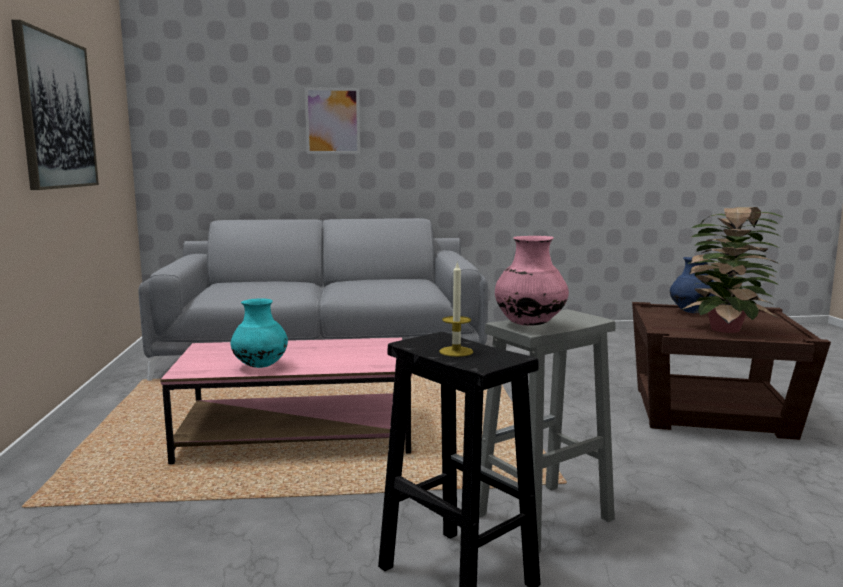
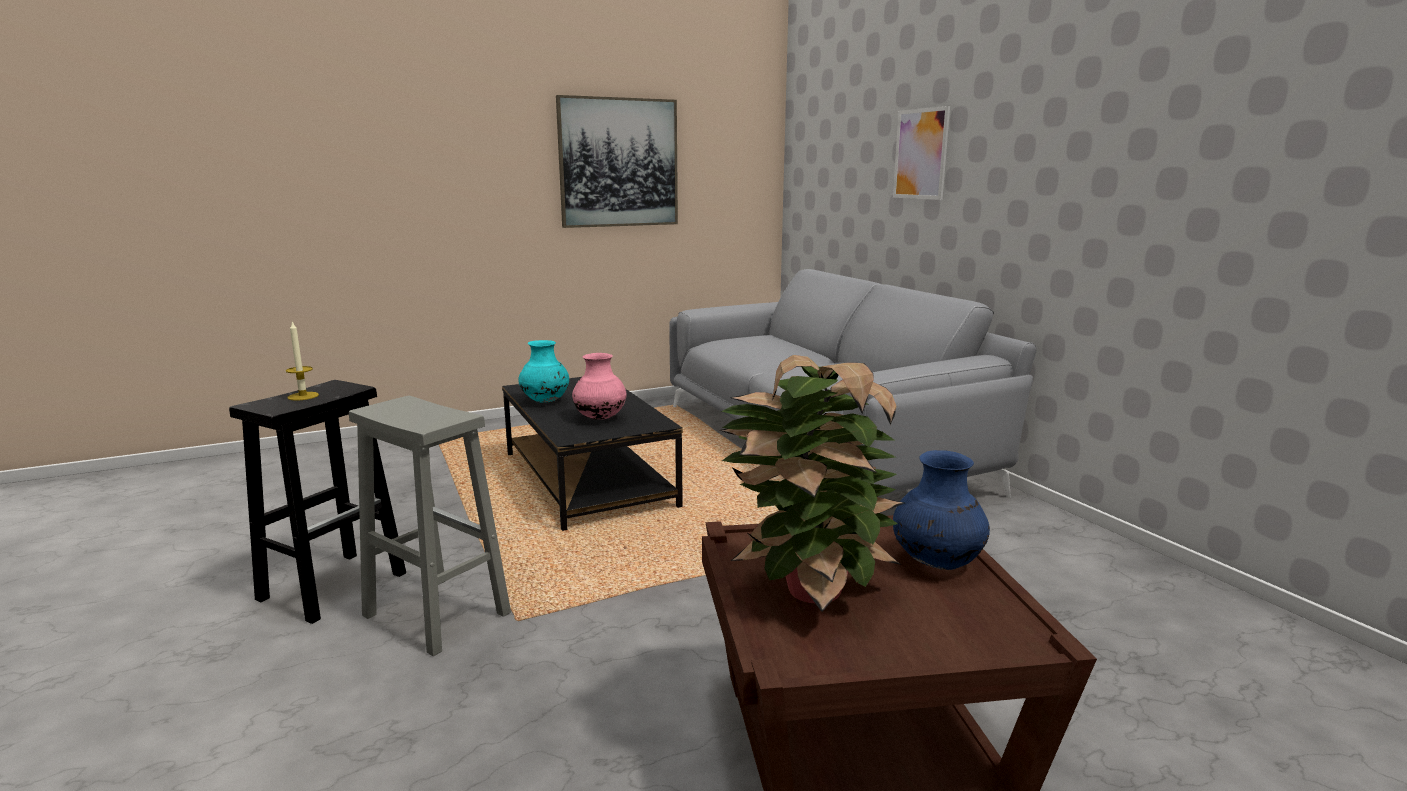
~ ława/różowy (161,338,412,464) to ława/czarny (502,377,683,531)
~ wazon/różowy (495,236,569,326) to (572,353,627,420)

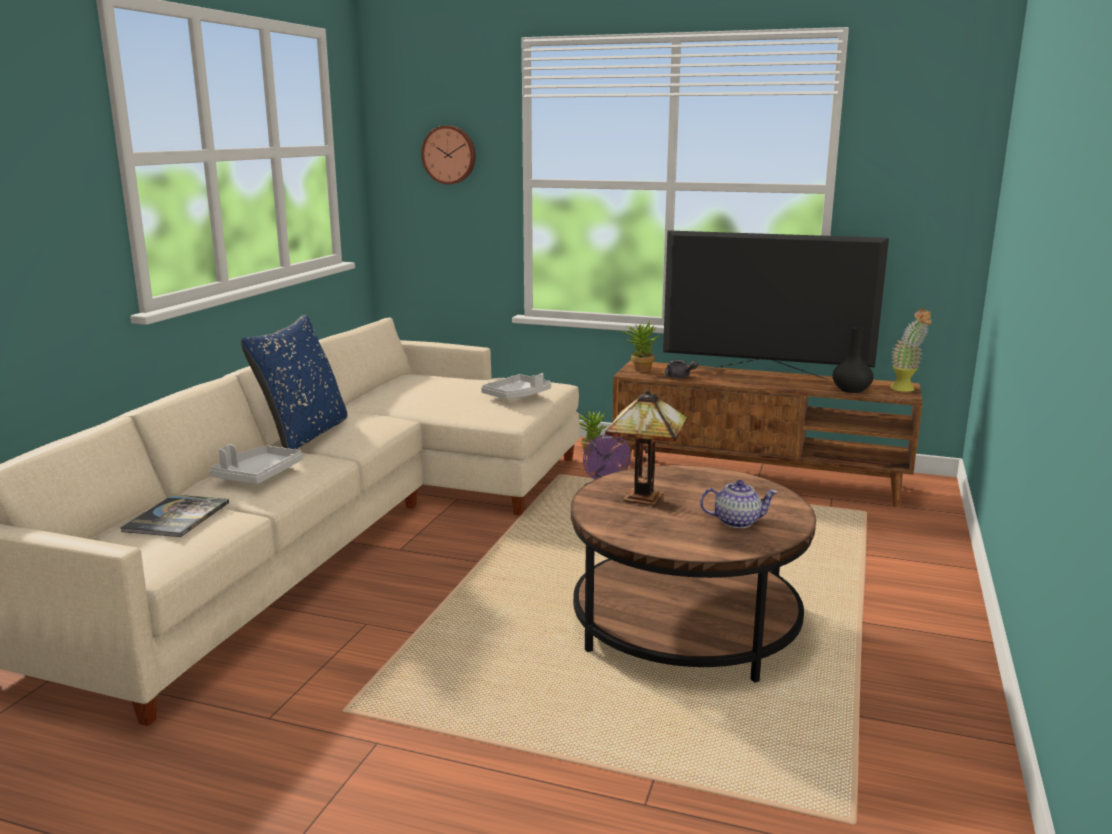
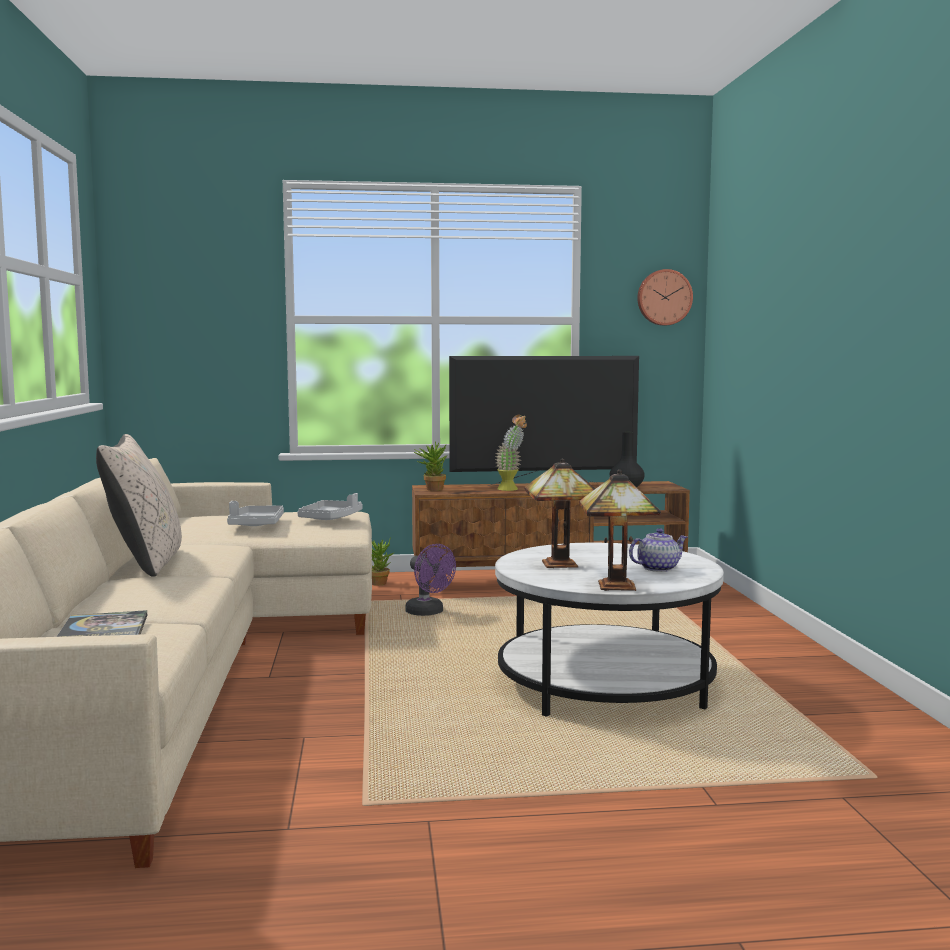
~ poduszka/niebieski (241,315,347,449) to poduszka/beżowy (96,434,182,577)
~ taca/szary (210,444,303,484) to (227,501,284,526)
~ roślina doniczkowa (890,309,932,392) to (495,415,527,491)
~ ława/brązowy (571,465,816,683) to ława/biały (495,543,724,717)
+ lampa stołowa (579,469,661,591)
~ zegar ścienny (421,125,476,185) to (637,269,693,326)
- imbryk/szary (665,360,698,378)

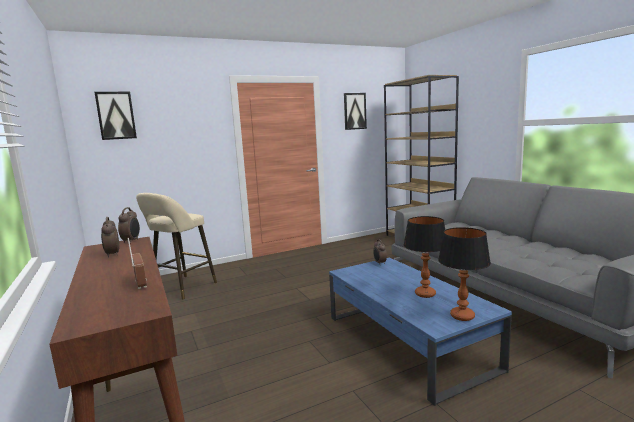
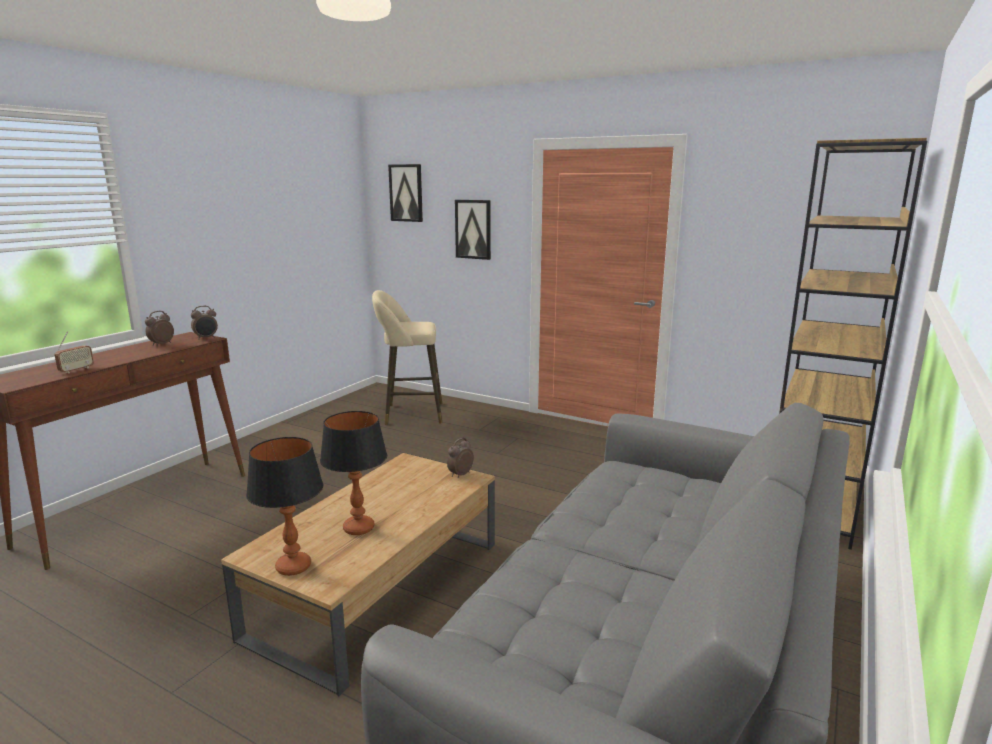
~ ława/niebieski (329,258,512,406) to ława/brązowy (221,453,495,696)
~ obraz (344,93,367,130) to (455,200,491,260)

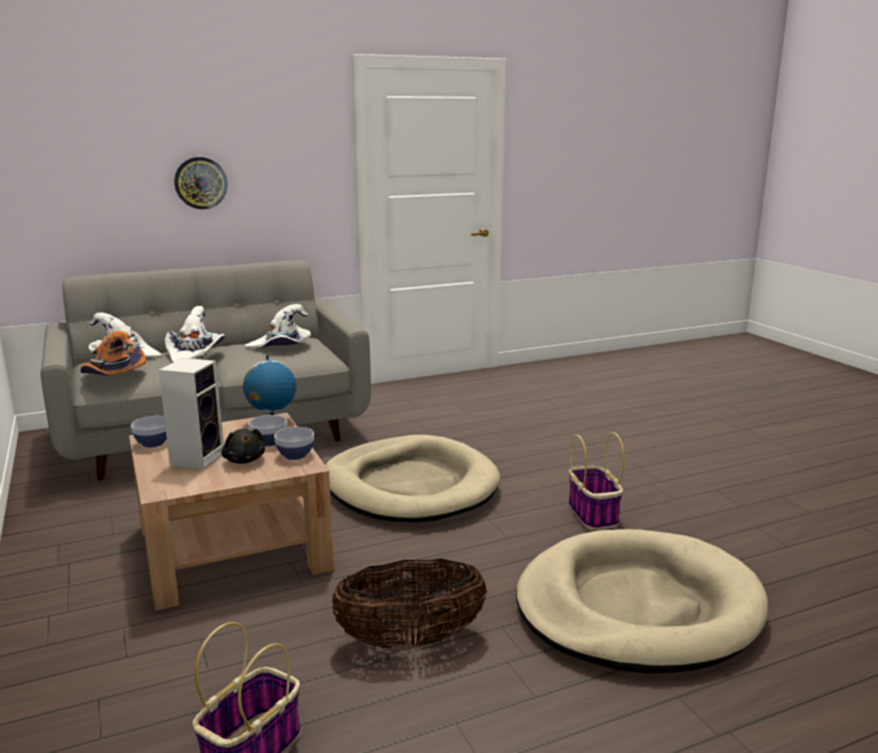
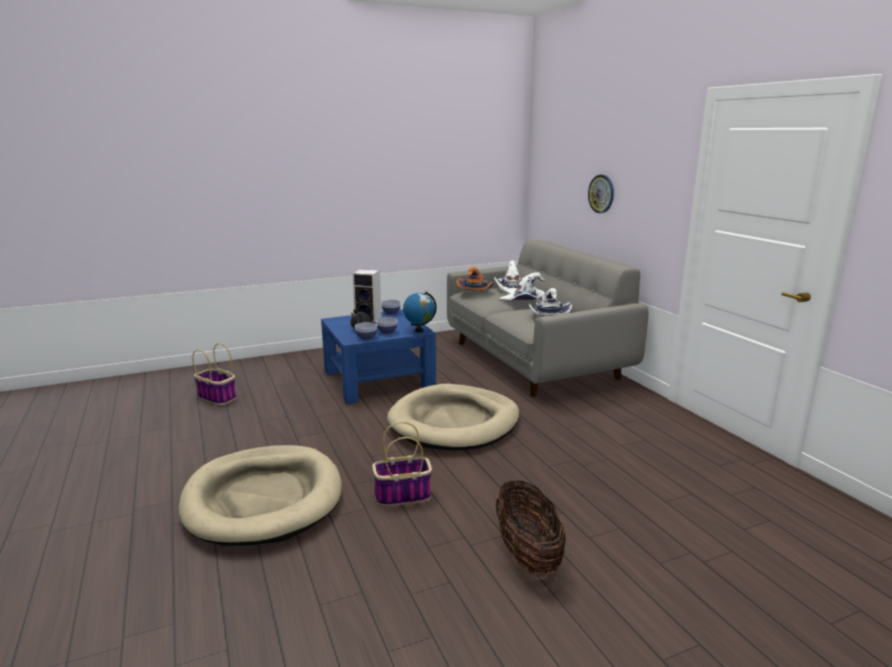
~ ława/brązowy (129,413,334,611) to ława/niebieski (321,309,436,404)
~ koszyk (331,558,487,648) to (496,480,566,575)

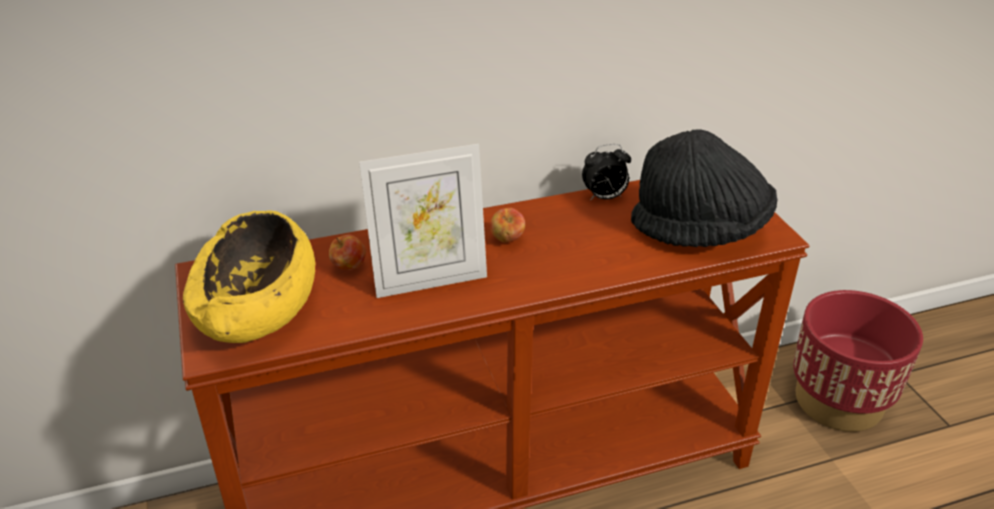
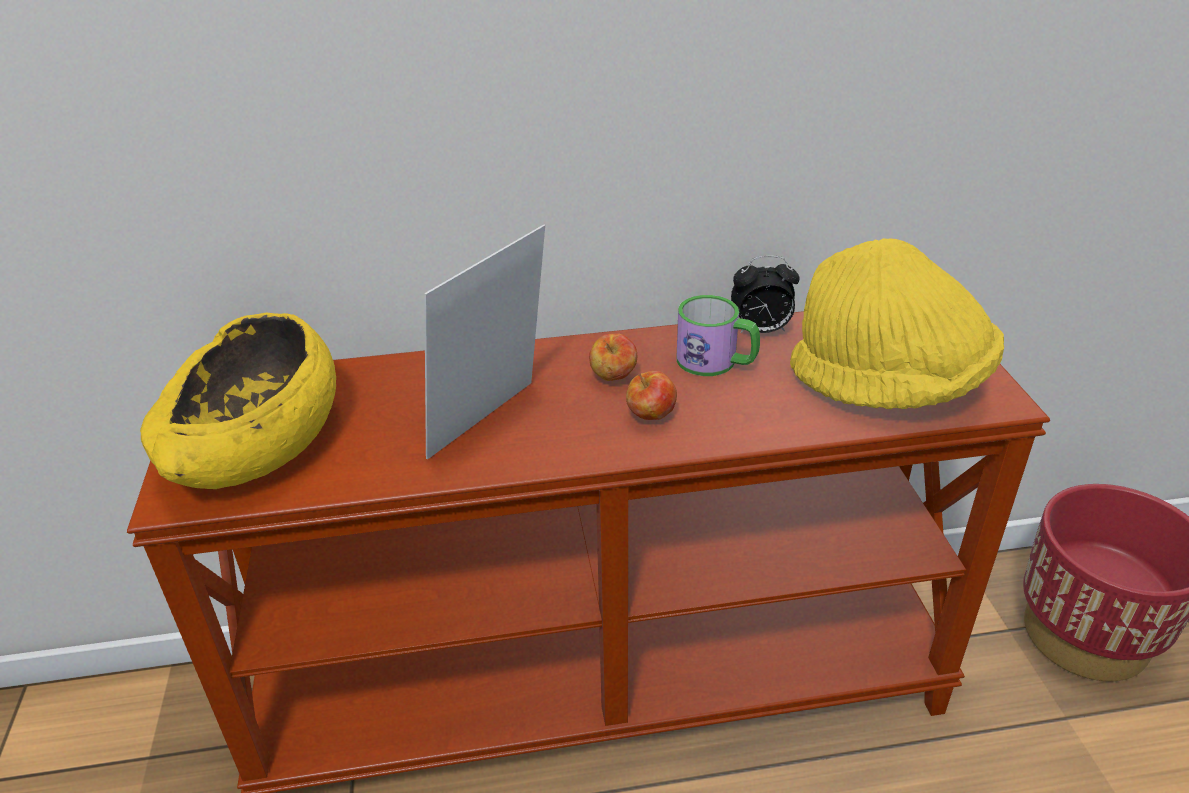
~ ramka na zdjęcie (359,144,487,298) = (424,225,545,460) 135 degrees clockwise
~ jabłko (329,234,366,270) to (626,371,677,420)
+ kubek (676,295,760,376)
~ kapelusz/czarny (631,129,777,247) to kapelusz/żółty (790,238,1004,409)

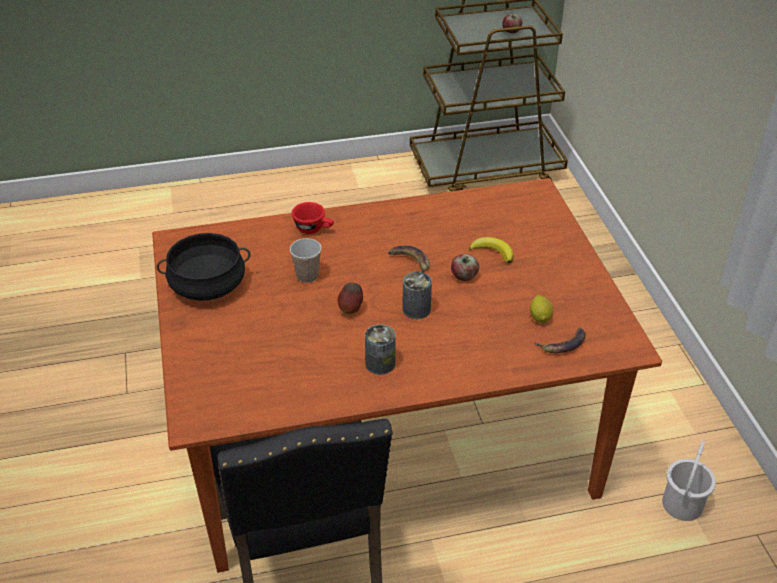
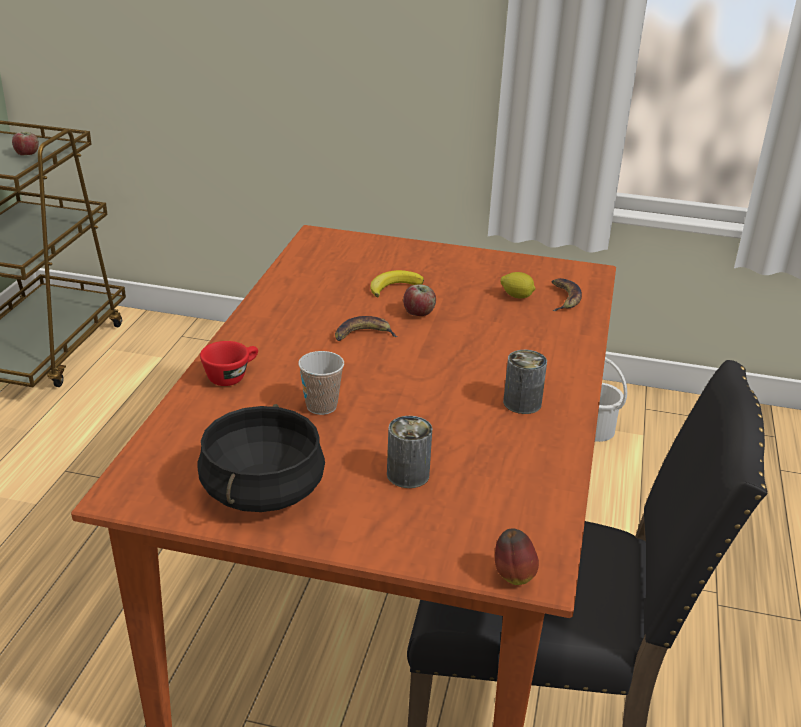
~ puszka (402,272,432,319) to (387,416,432,488)
~ jabłko (338,283,363,315) to (495,529,539,585)

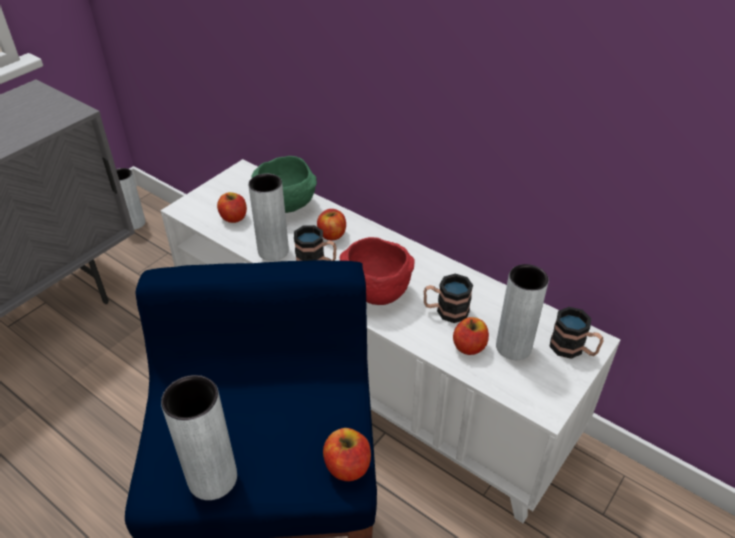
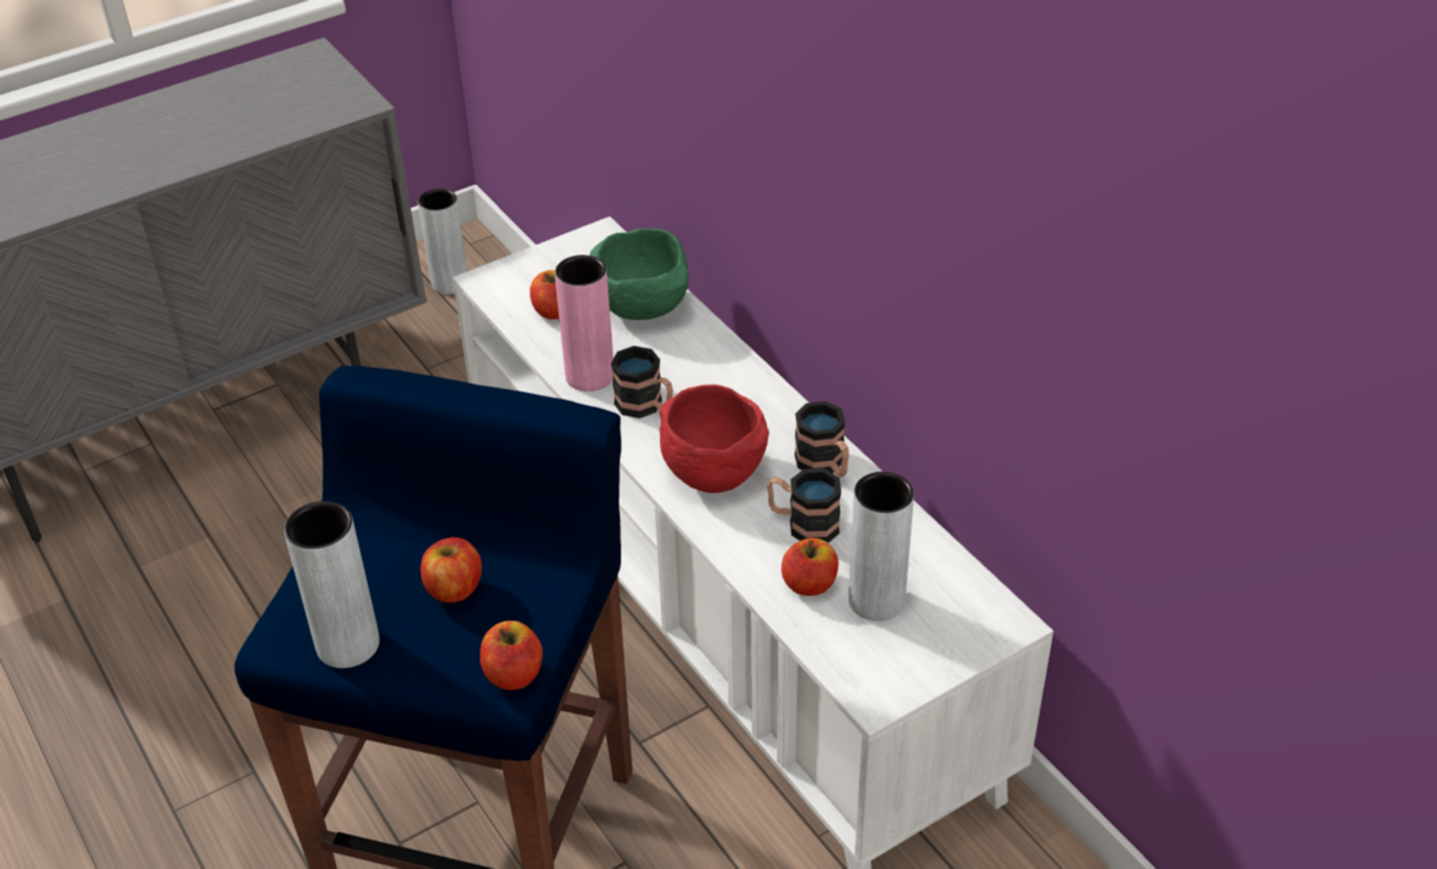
~ jabłko (317,209,346,240) to (421,537,482,603)
~ wazon/szary (248,173,289,261) to wazon/różowy (555,255,613,392)
~ kubek (549,307,603,359) to (795,401,849,477)

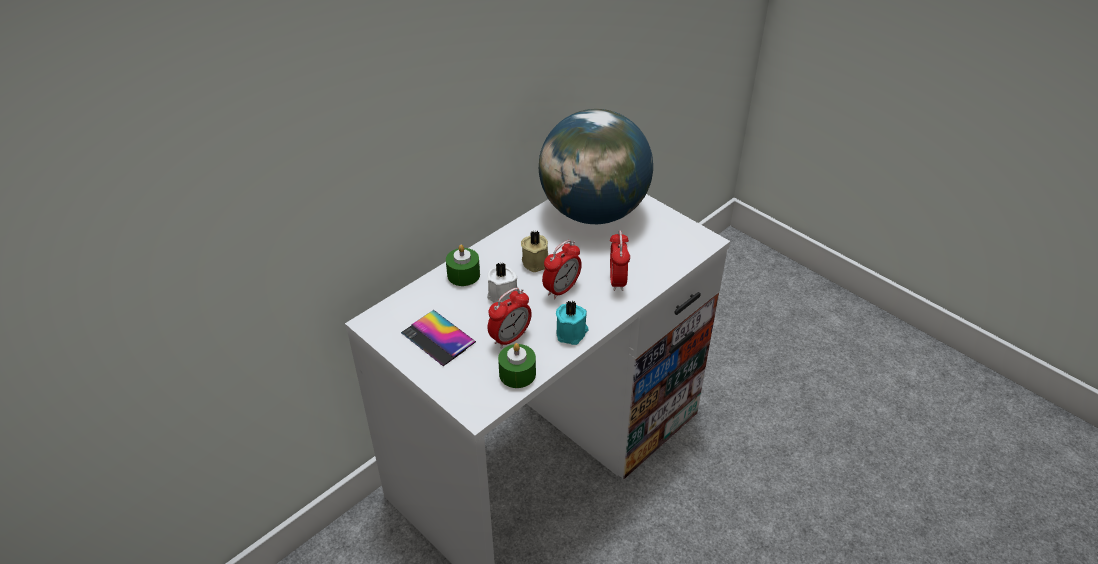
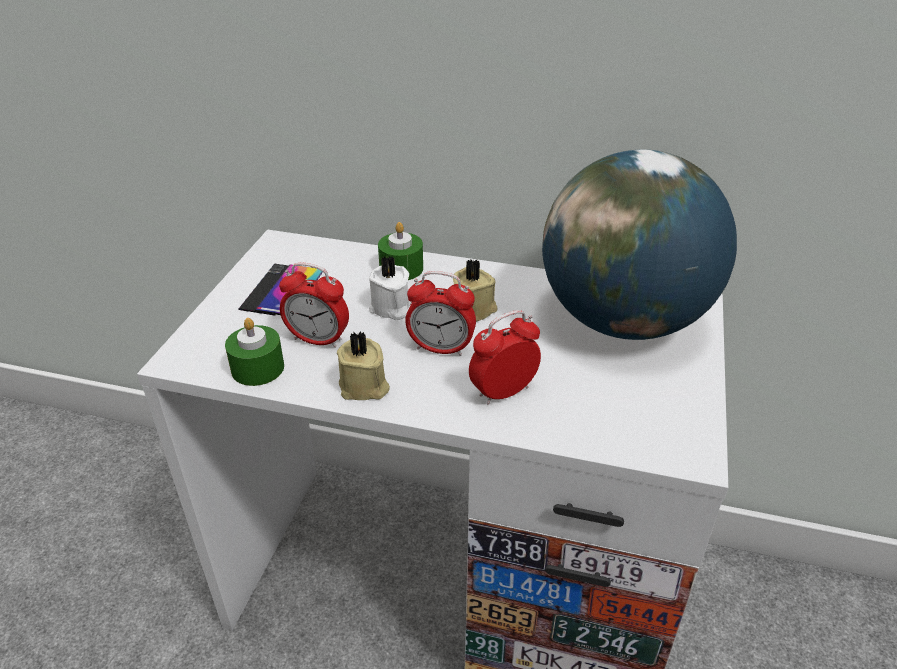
~ świeca/turkusowy (556,300,589,345) to świeca/beżowy (337,331,390,400)

